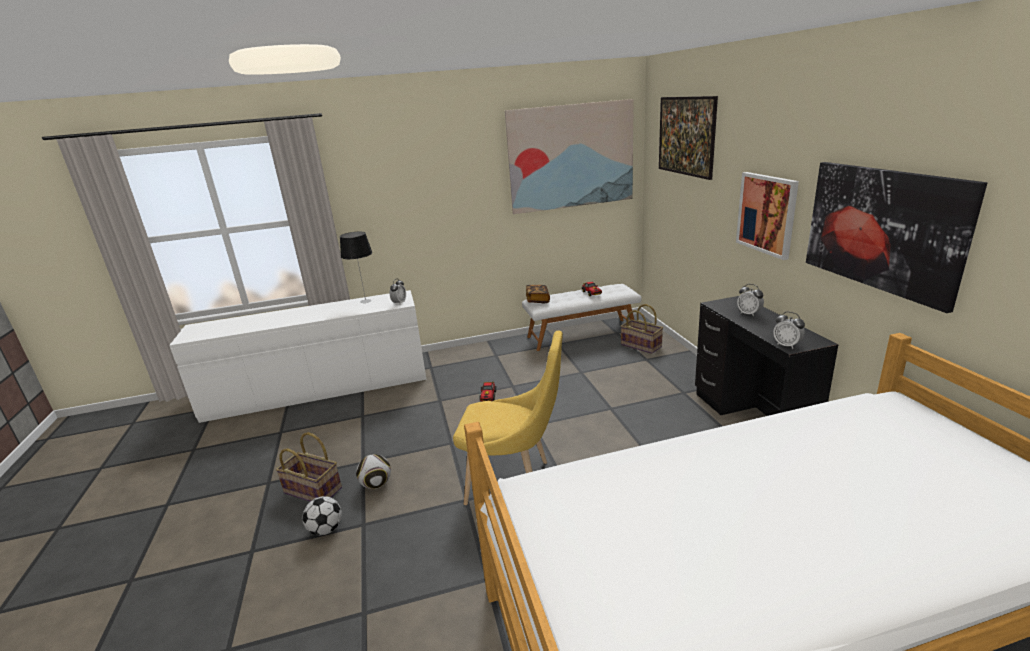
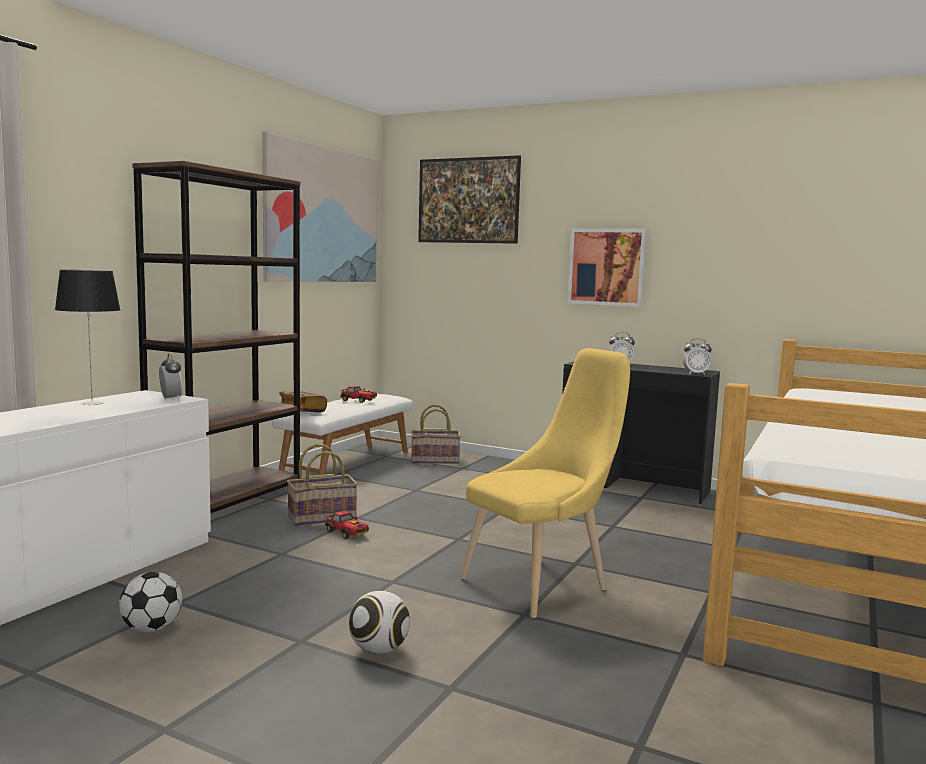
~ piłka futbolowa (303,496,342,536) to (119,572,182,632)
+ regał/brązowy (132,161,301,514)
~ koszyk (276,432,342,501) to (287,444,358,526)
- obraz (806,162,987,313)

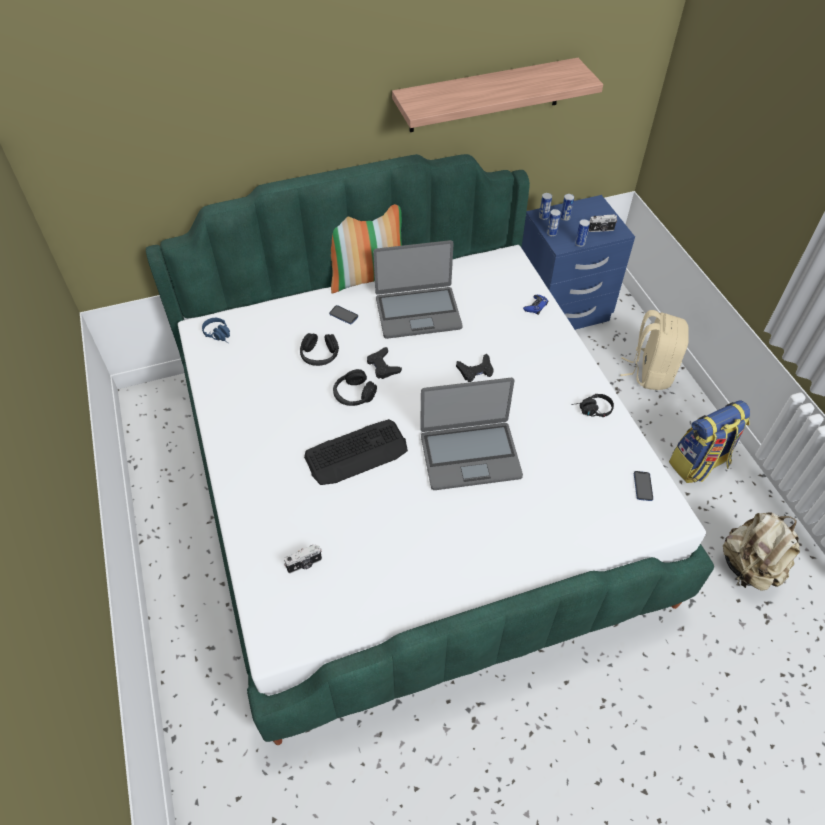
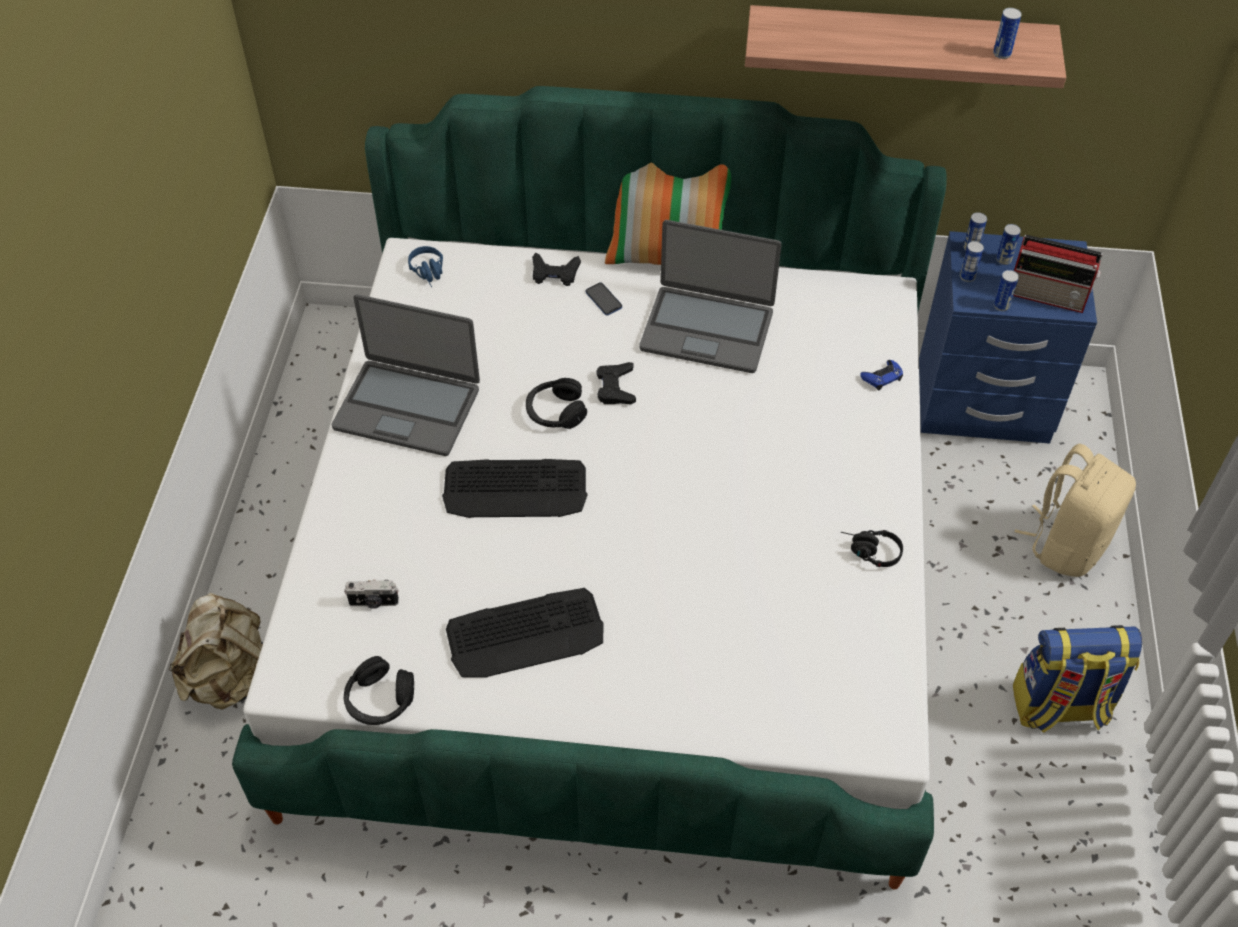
~ plecak/beżowy (723,512,800,591) to (169,593,263,710)
~ laptop (420,378,523,490) to (332,294,480,456)
~ słuchawki/czarny (300,333,339,366) to (344,656,414,725)
+ klawiatura (446,588,604,678)
~ pad do gier/czarny (456,354,494,382) to (532,253,581,286)
+ puszka (993,8,1022,59)
~ aparat fotograficzny (588,214,617,232) to radio (1013,235,1103,313)
- telefon (634,471,653,501)

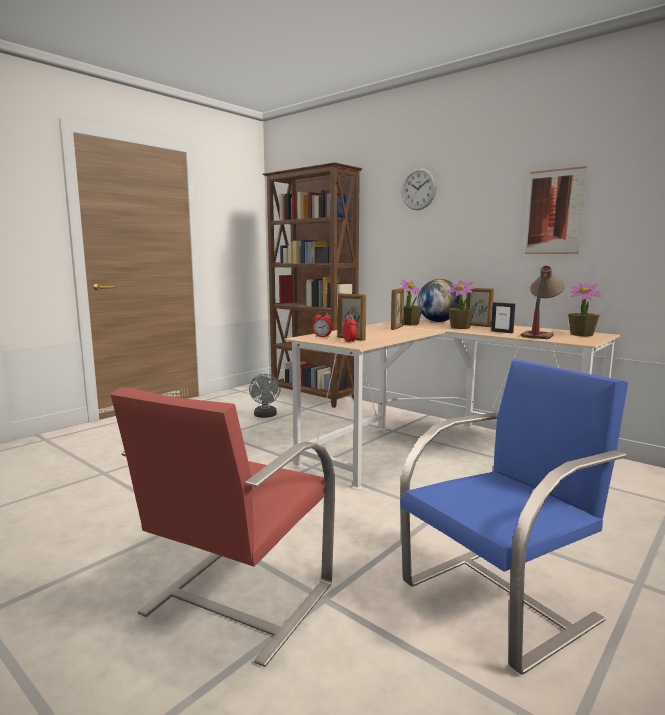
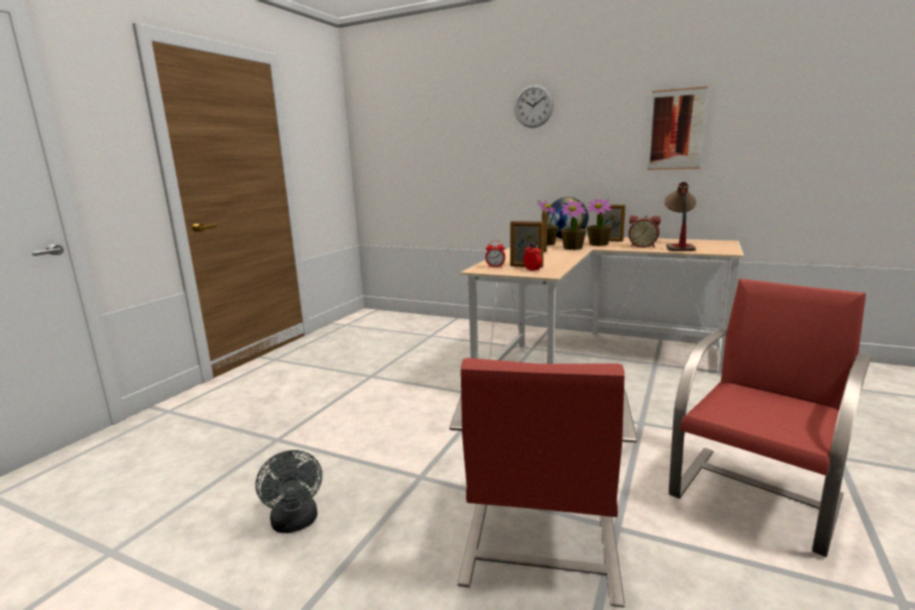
~ wentylator/szary (249,374,281,418) to (255,450,322,533)
~ roślina doniczkowa (568,283,601,336) to (561,201,587,250)
~ ramka na zdjęcie (491,302,515,333) to budzik (628,215,661,248)
~ krzesło/niebieski (400,359,628,675) to krzesło/czerwony (669,279,871,557)
- regał/brązowy (262,162,362,408)

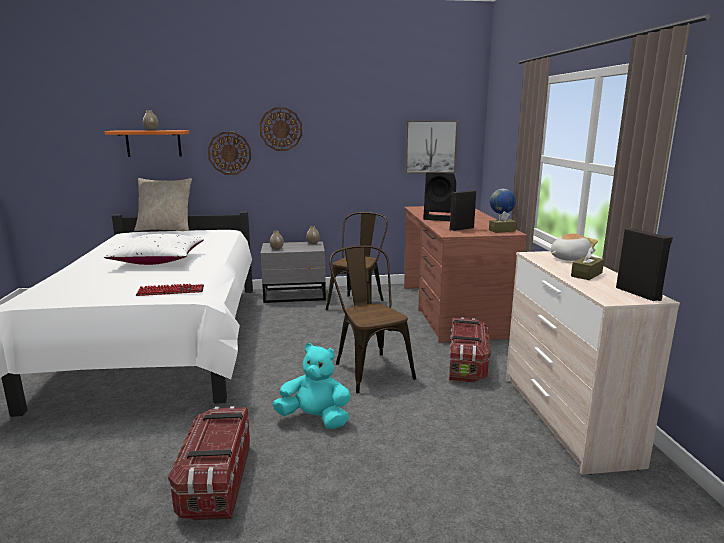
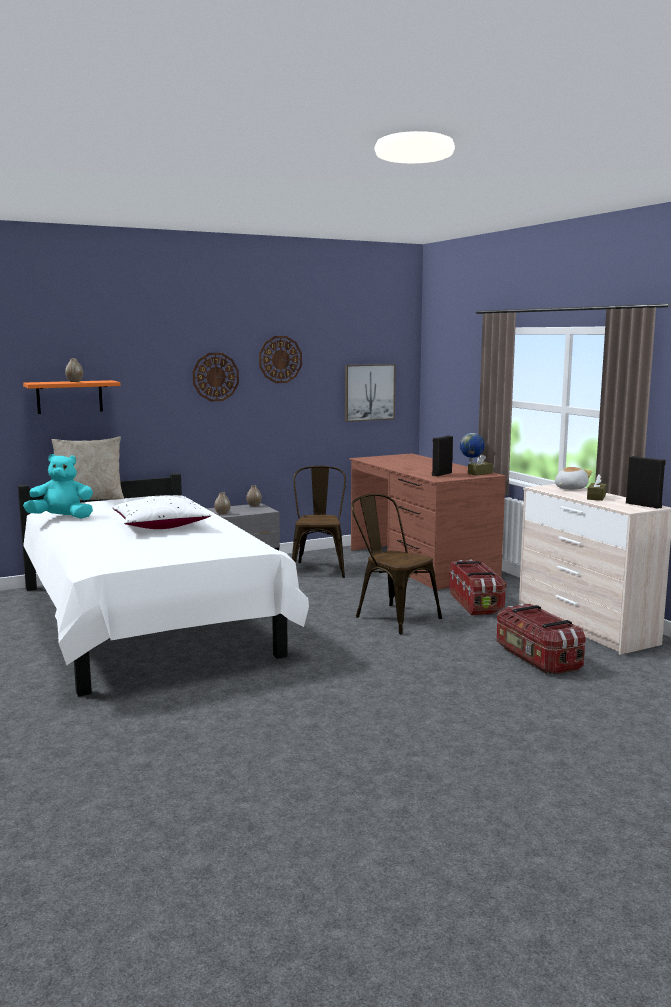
~ pluszak/turkusowy (272,343,351,429) to (23,454,93,519)
~ zegar ścienny (208,132,251,175) to (259,336,302,383)
~ pojemnik do przechowywania (168,406,250,520) to (496,604,586,675)
- klawiatura (136,284,204,296)
- głośnik/czarny (423,173,457,221)

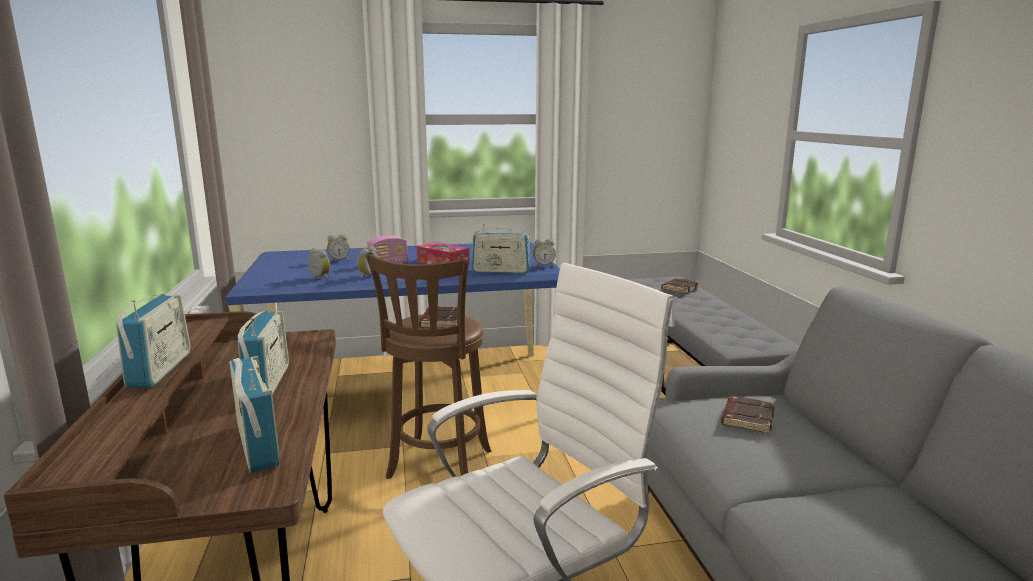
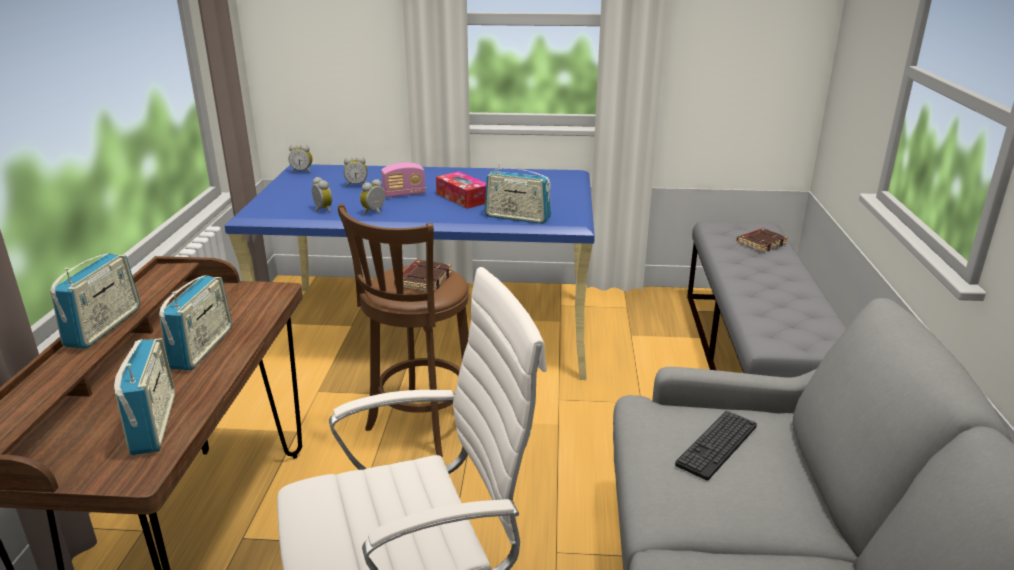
~ budzik (533,239,556,267) to (289,144,313,173)
~ książka/brązowy (721,396,775,434) to klawiatura (675,411,757,481)

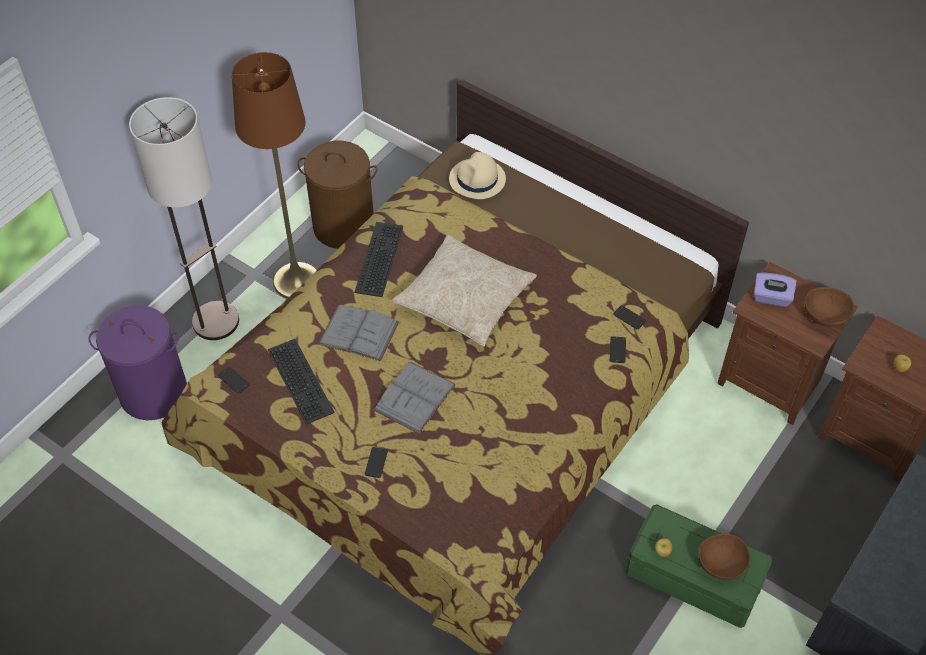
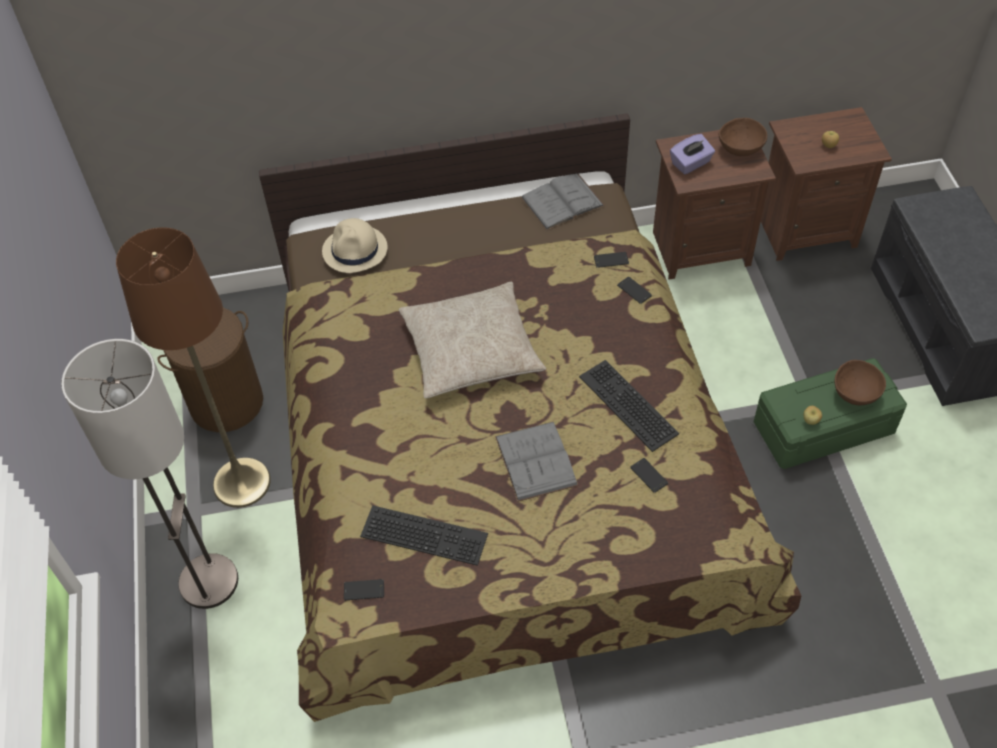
~ książka/szary (318,305,399,362) to (520,173,605,231)
~ klawiatura (354,222,403,297) to (579,360,679,452)
~ telefon (365,447,388,478) to (630,458,668,493)
- kosz na pranie/fioletowy (88,305,187,420)

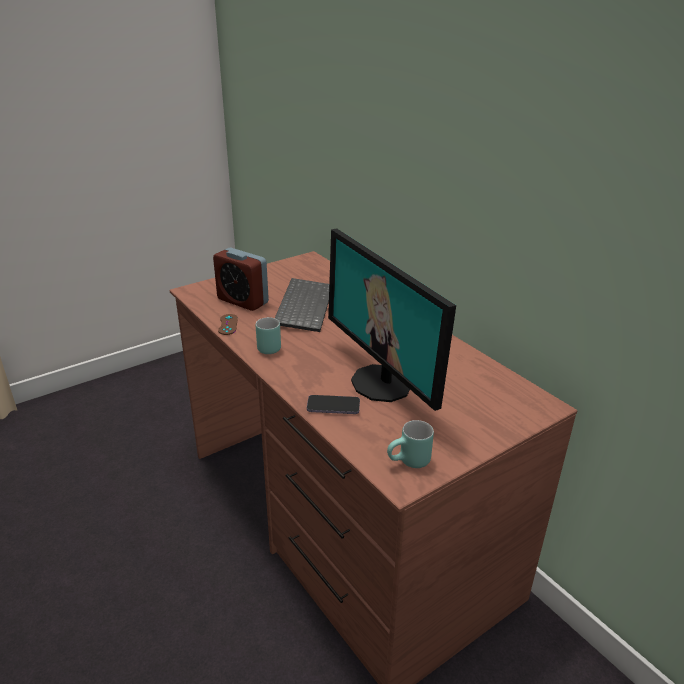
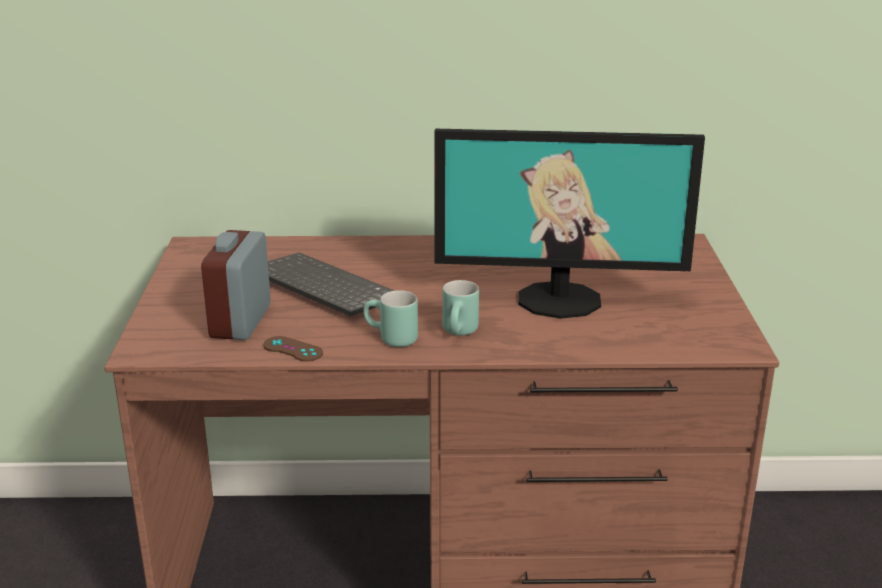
~ budzik (213,248,269,311) = (201,230,271,340) 120 degrees clockwise
~ kubek/turkusowy (387,420,434,468) to (442,280,479,335)
- telefon (307,395,360,414)

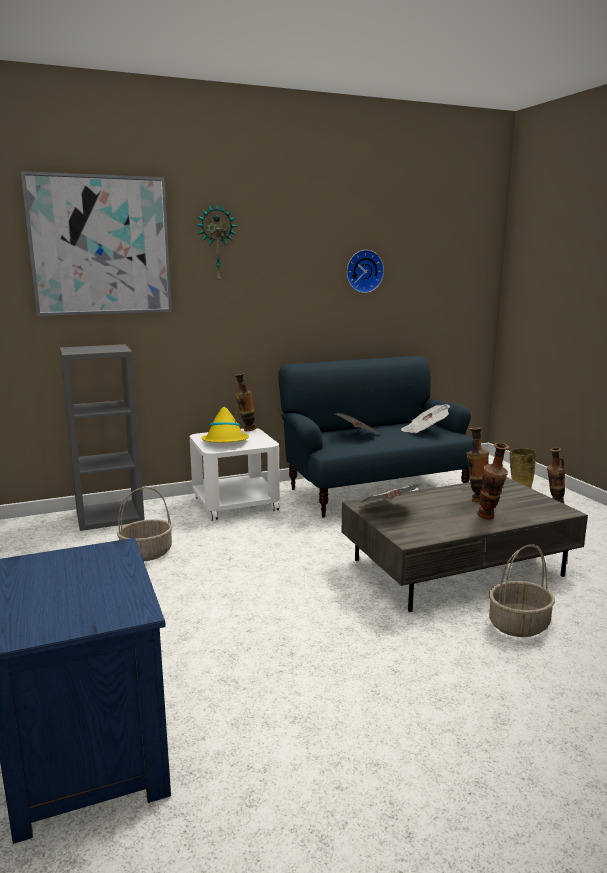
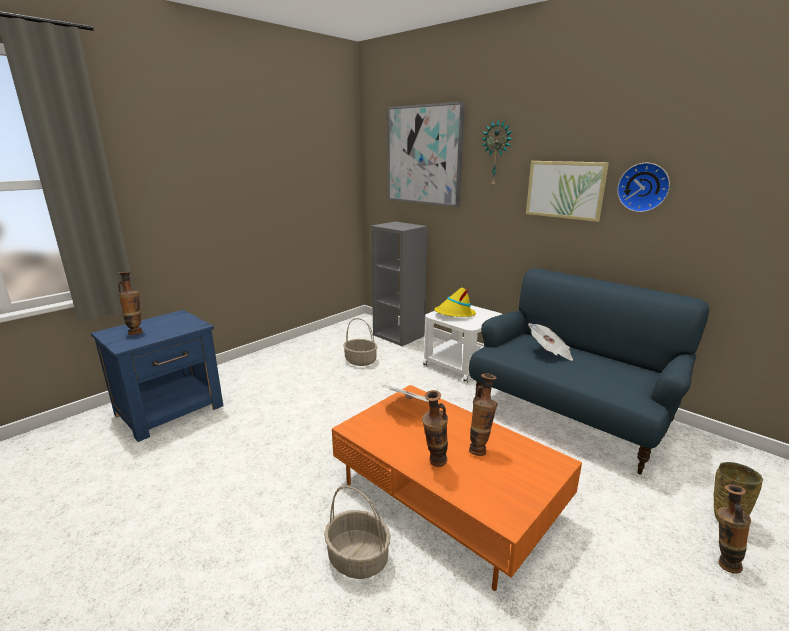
~ wazon (234,373,256,431) to (118,272,143,335)
~ ława/szary (342,477,588,612) to ława/pomarańczowy (332,385,582,591)
+ obraz (526,161,609,222)
- gazeta (401,404,450,434)

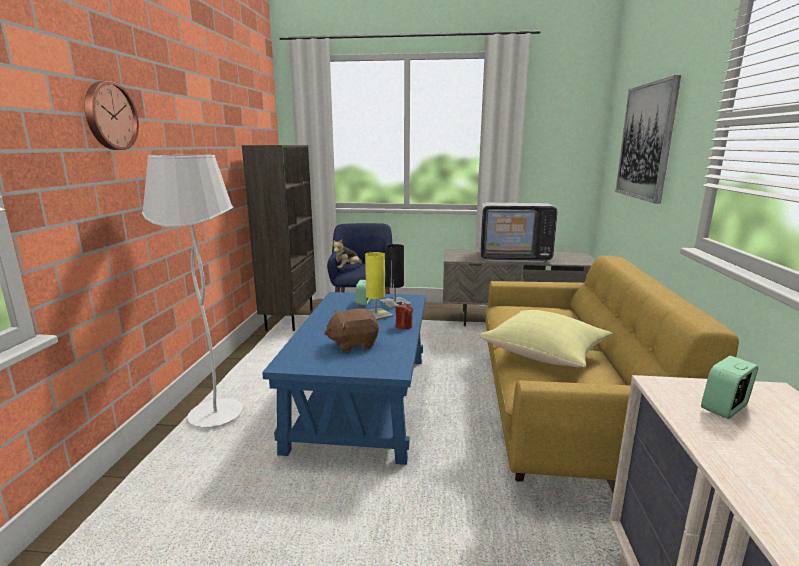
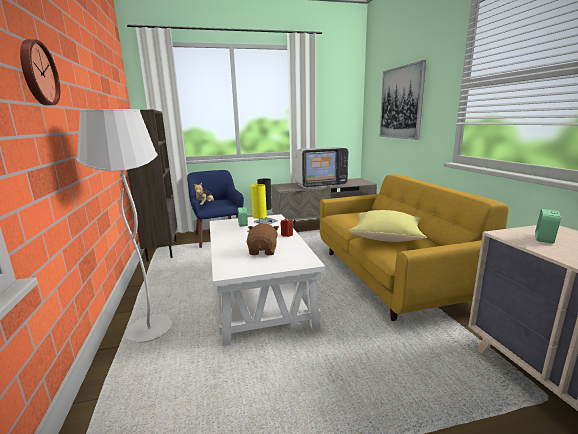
~ ława/niebieski (262,292,426,465) to ława/biały (210,214,325,346)
~ pluszak/brązowy (324,308,379,352) = (247,223,279,255) 135 degrees clockwise

